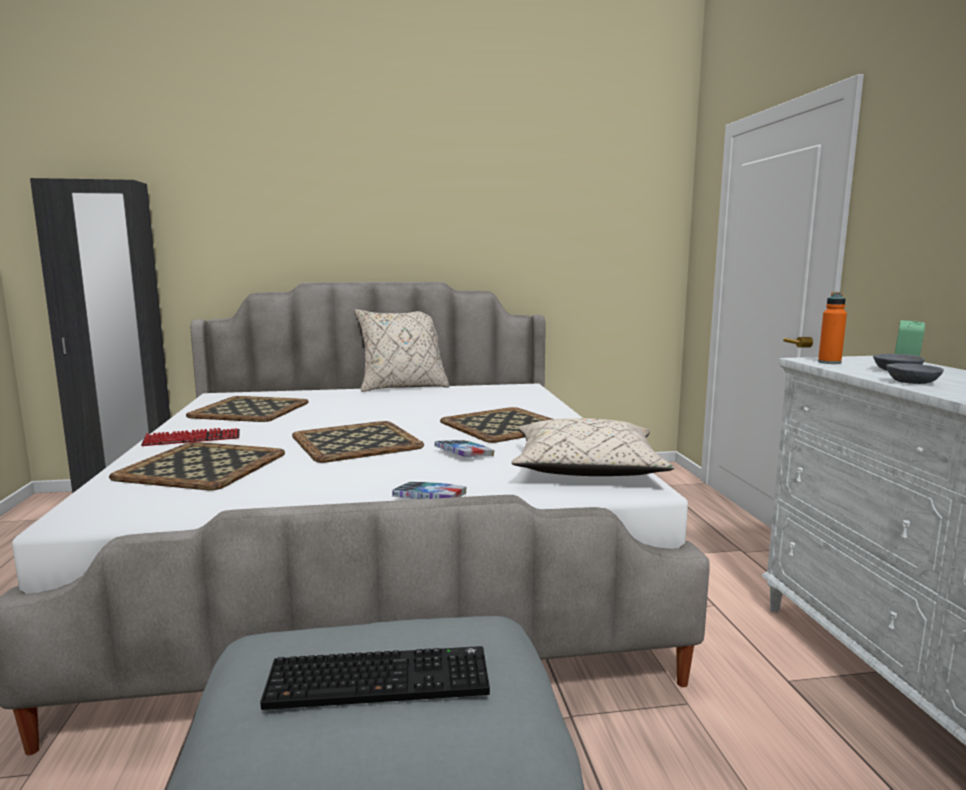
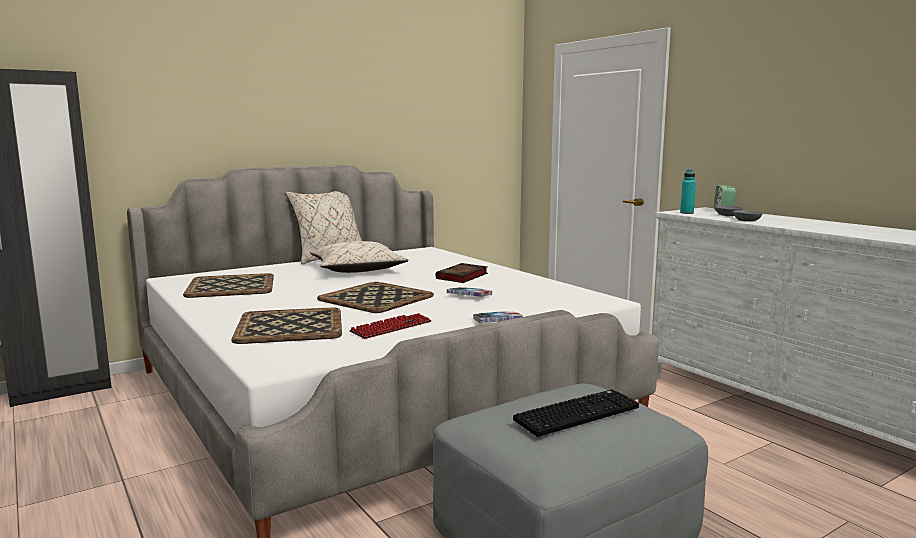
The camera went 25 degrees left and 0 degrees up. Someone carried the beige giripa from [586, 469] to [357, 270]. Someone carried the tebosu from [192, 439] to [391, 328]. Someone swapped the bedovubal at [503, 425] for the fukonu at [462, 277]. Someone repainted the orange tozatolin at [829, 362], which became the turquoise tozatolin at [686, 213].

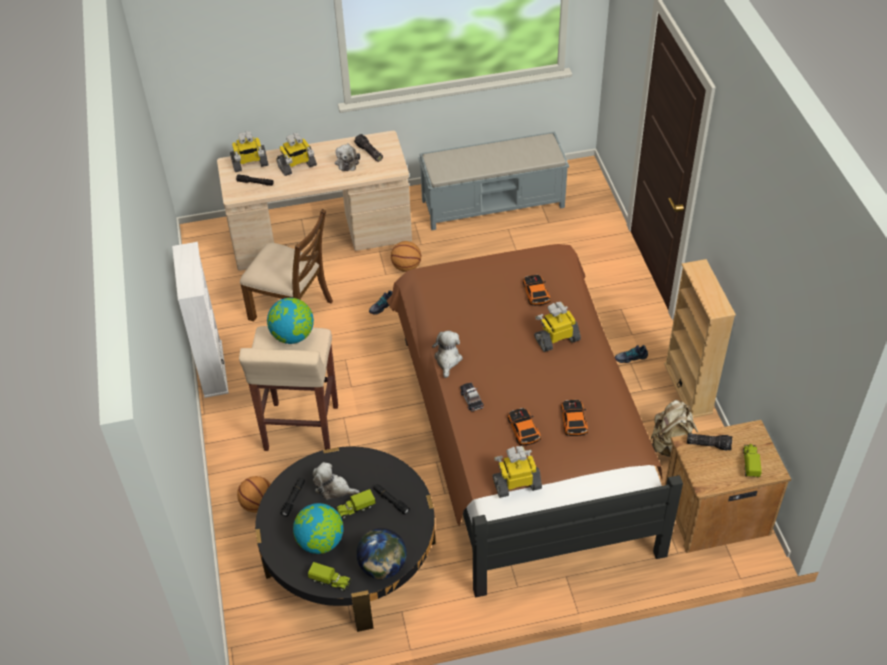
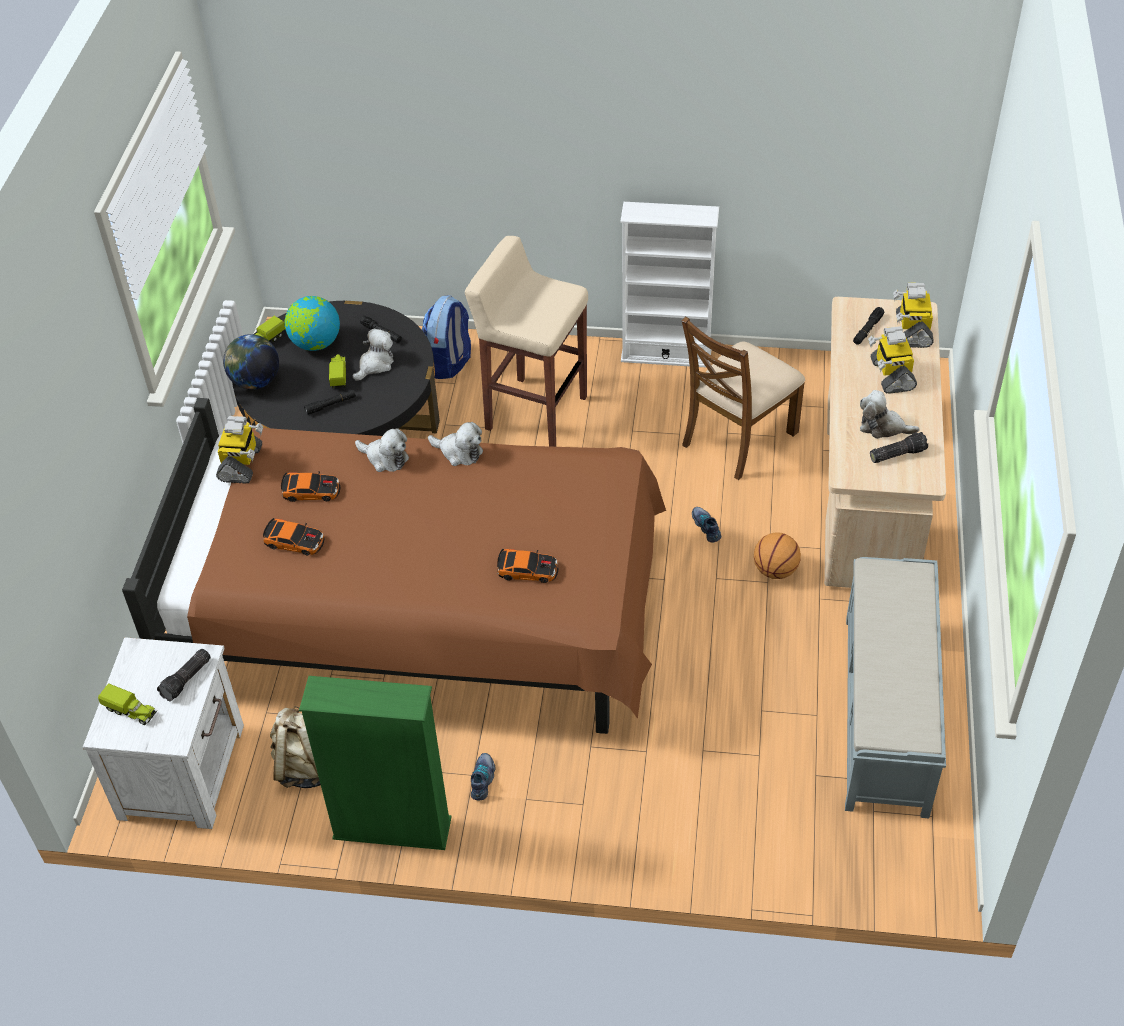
The camera went 110 degrees right and 0 degrees up. Someone repainted the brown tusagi at [714, 514], which became the white tusagi at [184, 770]. Someone repainted the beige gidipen at [688, 388], which became the green gidipen at [392, 829]. Someone swapped the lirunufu at [471, 399] for the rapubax at [385, 458]. Someone swapped the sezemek at [258, 504] for the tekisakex at [449, 362]. Someone took away the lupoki at [293, 336]. Someone took away the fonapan at [557, 339].

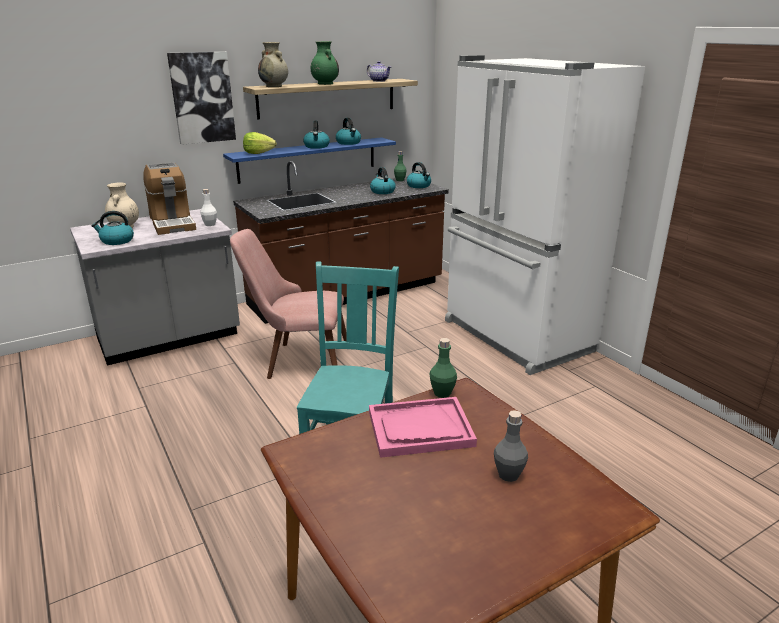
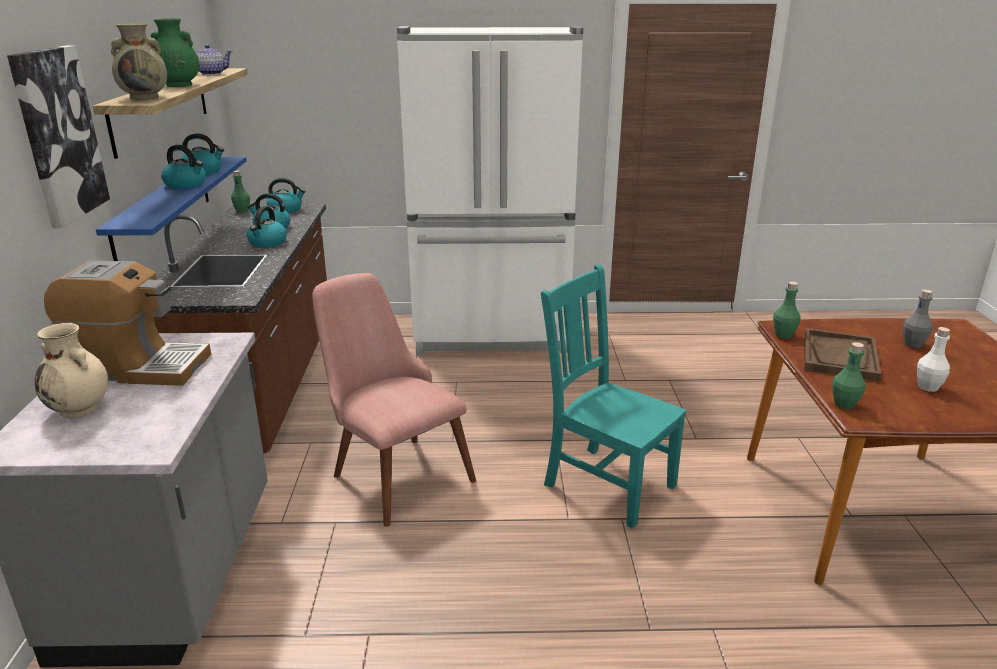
The camera went 60 degrees left and 0 degrees up. Someone carried the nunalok from [116, 241] to [267, 243]. Someone rotated the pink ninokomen at [297, 361] by 105 degrees clockwise. Someone repainted the pink bedovubal at [420, 429], which became the brown bedovubal at [839, 357]. Someone put down the green tozatolin at [844, 404]. Someone carried the white tozatolin from [210, 224] to [927, 387]. Someone took away the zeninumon at [258, 153].

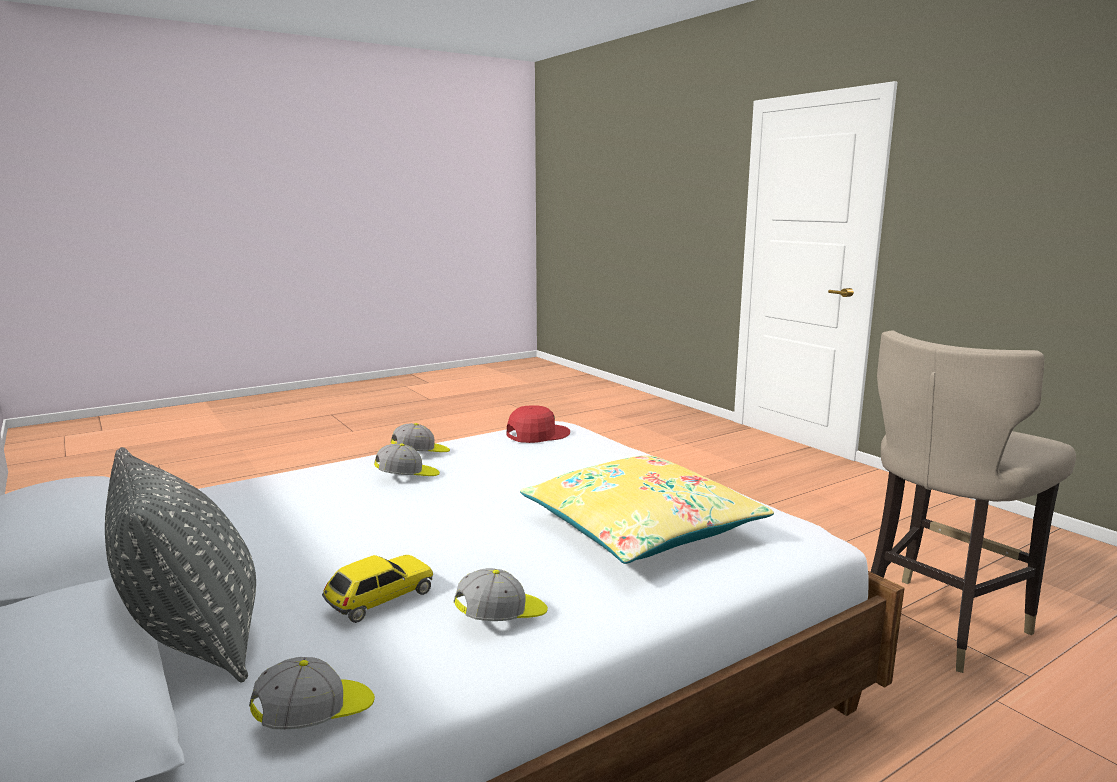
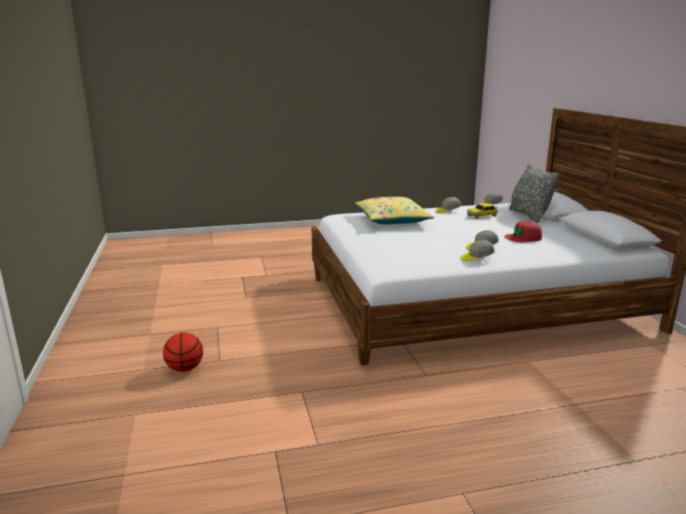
The camera went 160 degrees left and 5 degrees up. Someone put down the sezemek at [184, 369]. Someone carried the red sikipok from [537, 434] to [523, 238]. Someone took away the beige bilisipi at [938, 623].

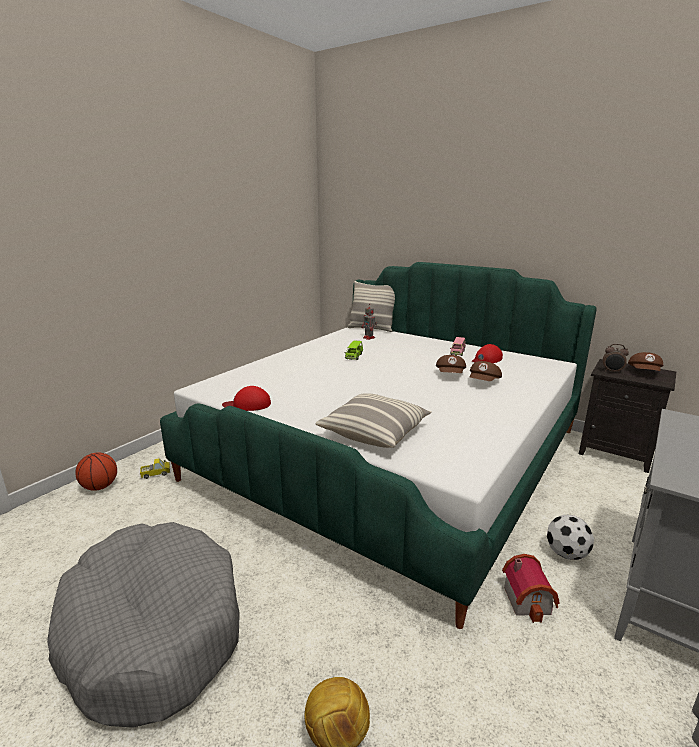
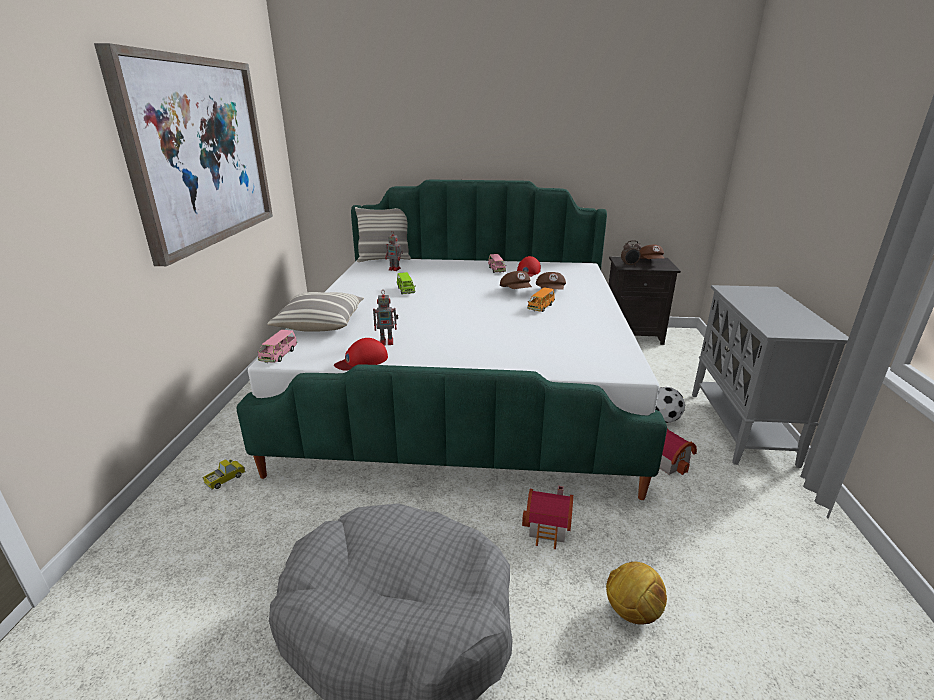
The camera went 30 degrees left and 5 degrees up. Someone put up the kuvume at [201, 152]. Someone put down the pink lirunufu at [279, 355]. Someone carried the giripa from [375, 432] to [320, 323]. Someone put down the fonapan at [387, 342]. Someone put down the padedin at [549, 529]. Someone put down the orange lirunufu at [541, 307]. Someone took away the sezemek at [100, 487].

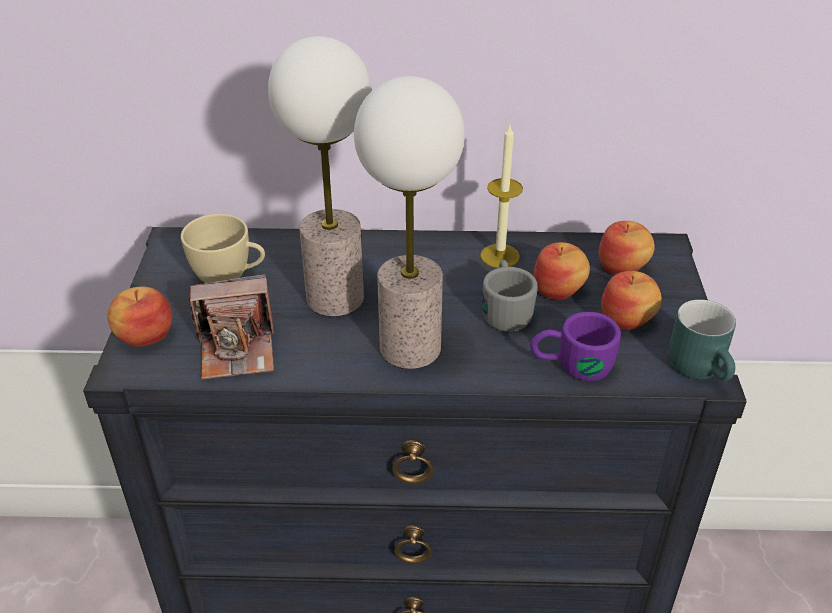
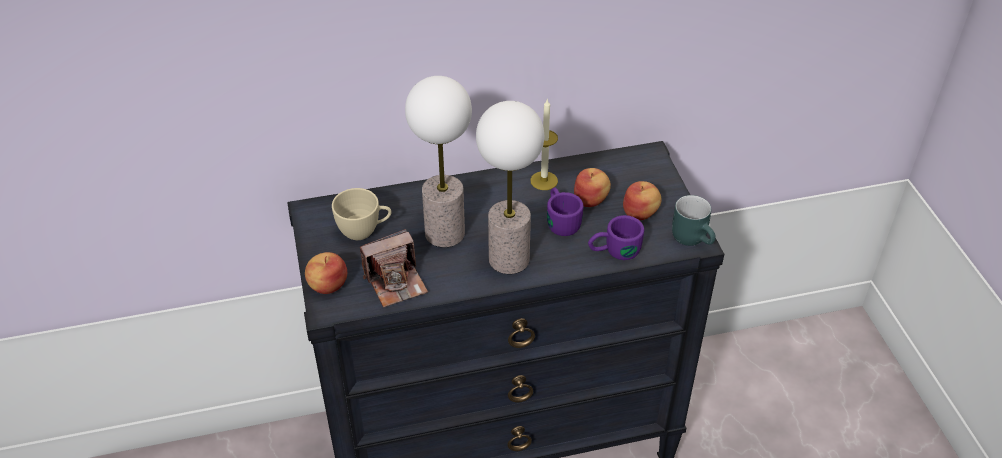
The camera went 15 degrees left and 5 degrees up. Someone repainted the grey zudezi at [505, 309], which became the purple zudezi at [560, 220]. Someone took away the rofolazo at [623, 267].

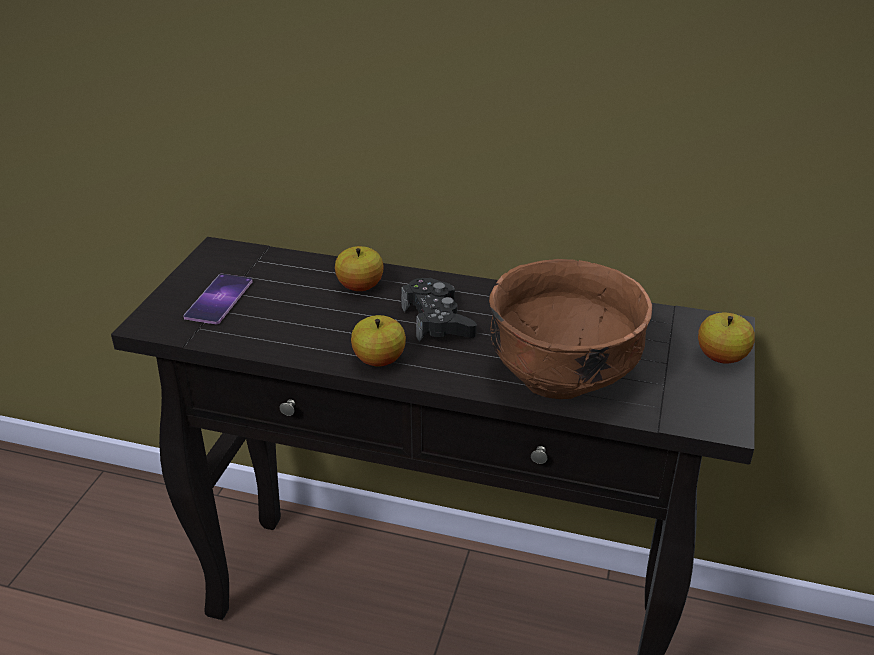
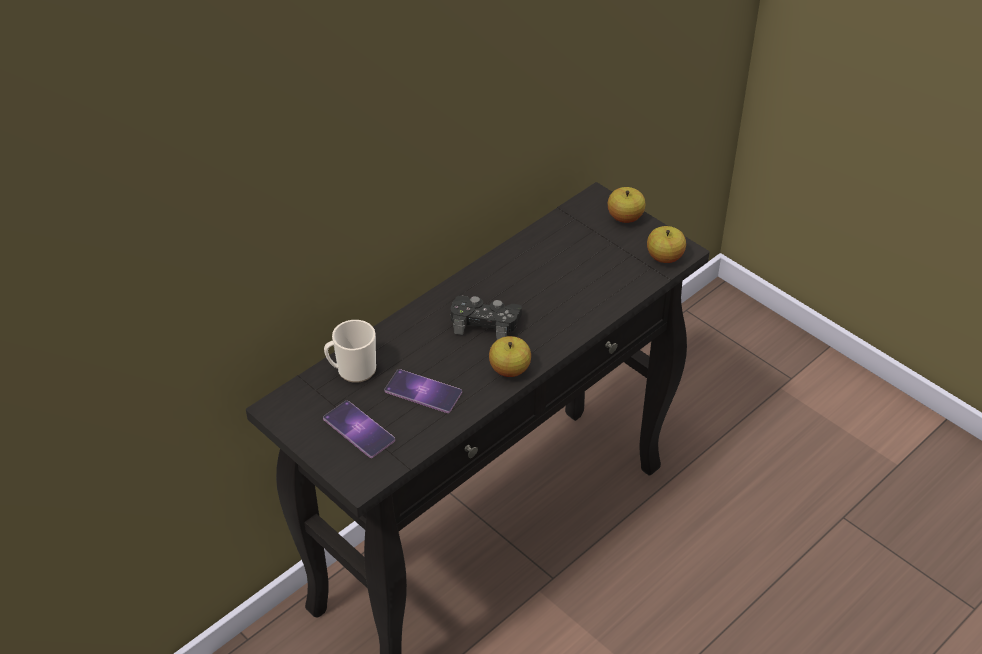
The camera went 60 degrees left and 10 degrees up. Someone put down the zudezi at [352, 370]. Someone put down the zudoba at [423, 391]. Someone carried the rofolazo from [360, 287] to [664, 257]. Someone took away the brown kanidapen at [561, 376].

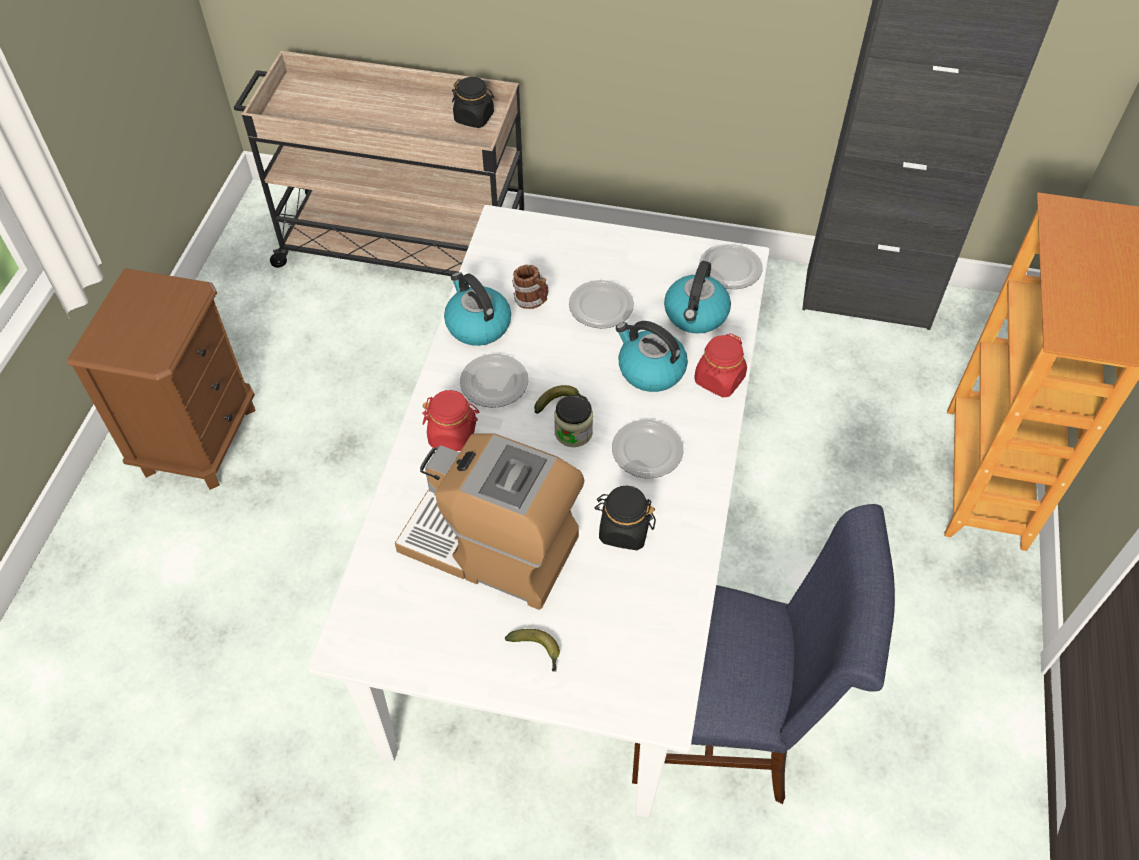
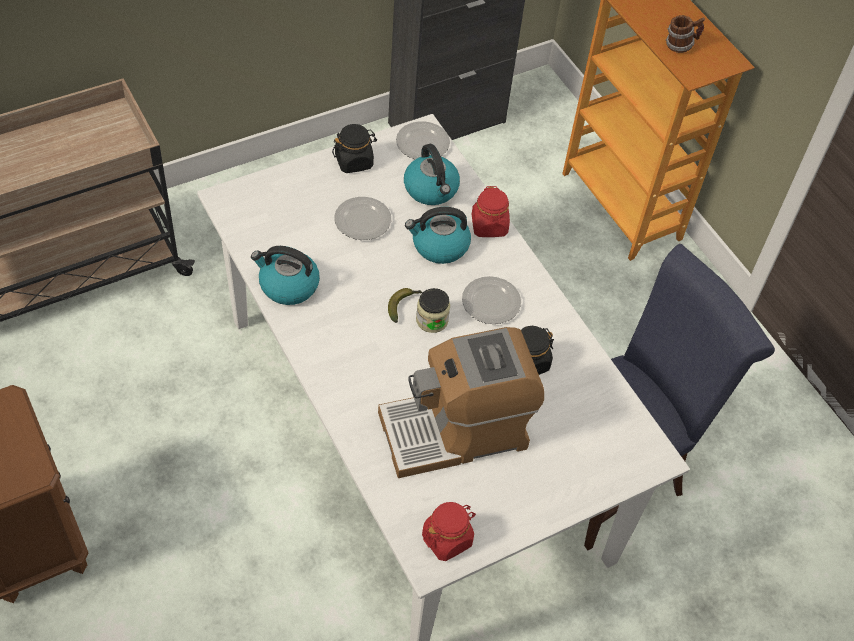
The camera went 45 degrees left and 0 degrees up. Someone carried the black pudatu from [474, 118] to [354, 161]. Someone carried the red pudatu from [453, 435] to [447, 539]. Someone carried the zudezi from [532, 301] to [680, 45]. Someone took away the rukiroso at [494, 382]. Someone took away the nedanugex at [537, 651].

